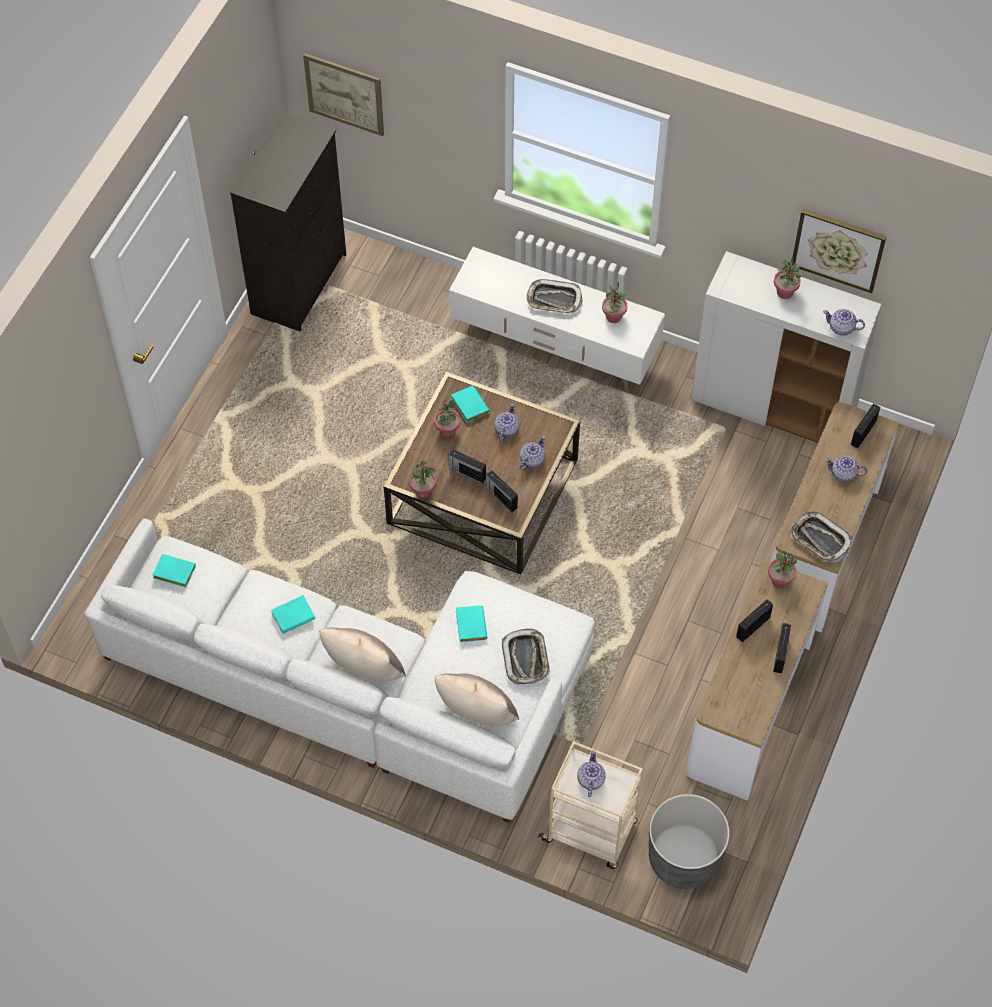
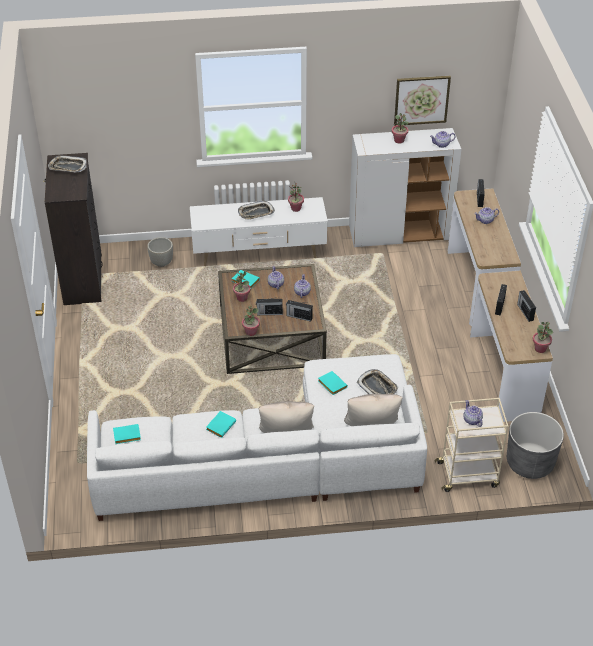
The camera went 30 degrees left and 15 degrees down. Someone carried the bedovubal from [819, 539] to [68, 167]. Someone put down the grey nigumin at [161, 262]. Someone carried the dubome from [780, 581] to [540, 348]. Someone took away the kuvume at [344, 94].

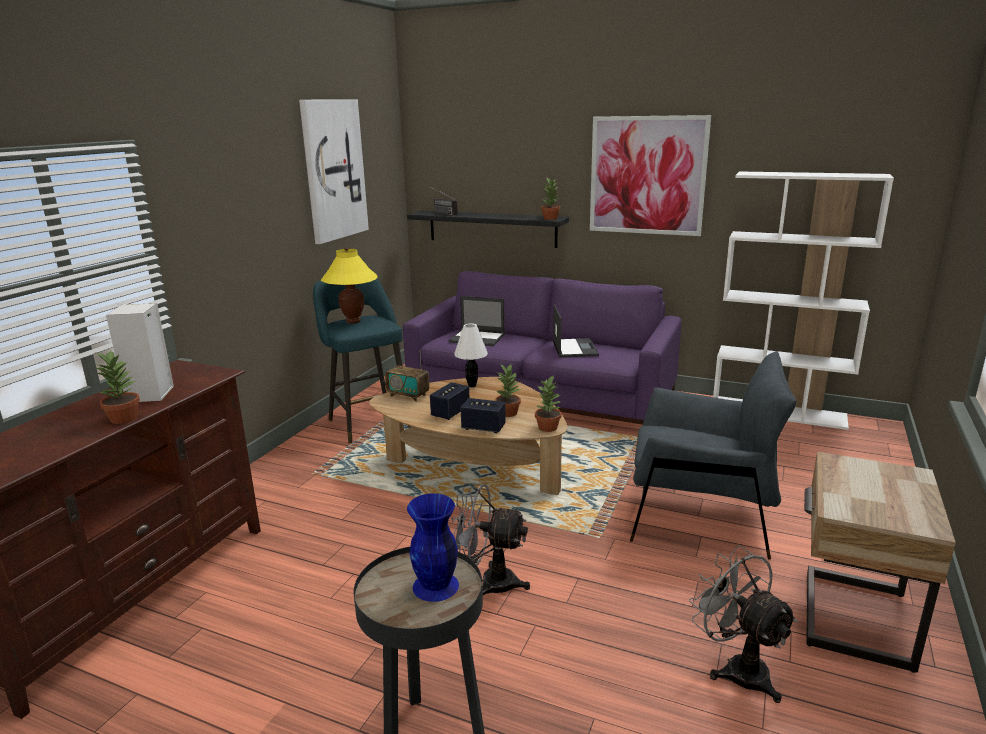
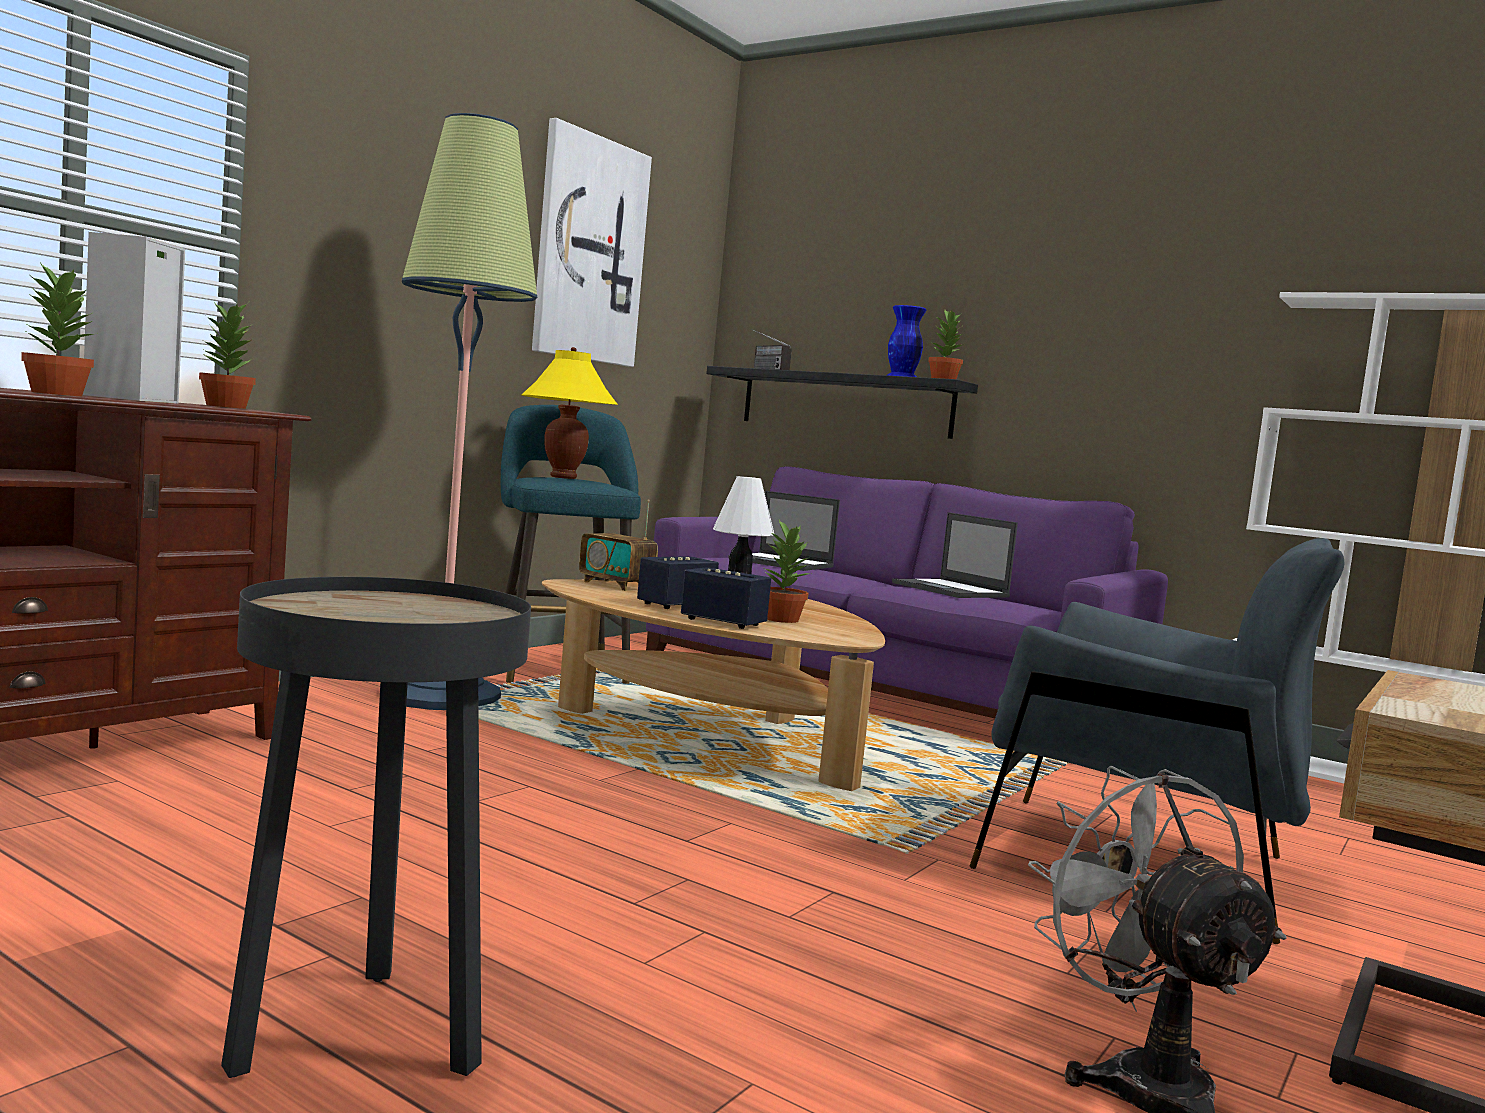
The camera went 10 degrees right and 15 degrees down. Someone carried the dubome from [548, 427] to [227, 407]. Someone put down the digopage at [441, 695]. Someone carried the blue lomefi from [435, 586] to [901, 377]. Someone rotated the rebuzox at [574, 348] by 135 degrees clockwise. Someone took away the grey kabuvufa at [489, 582]. Someone took away the kuvume at [647, 176].

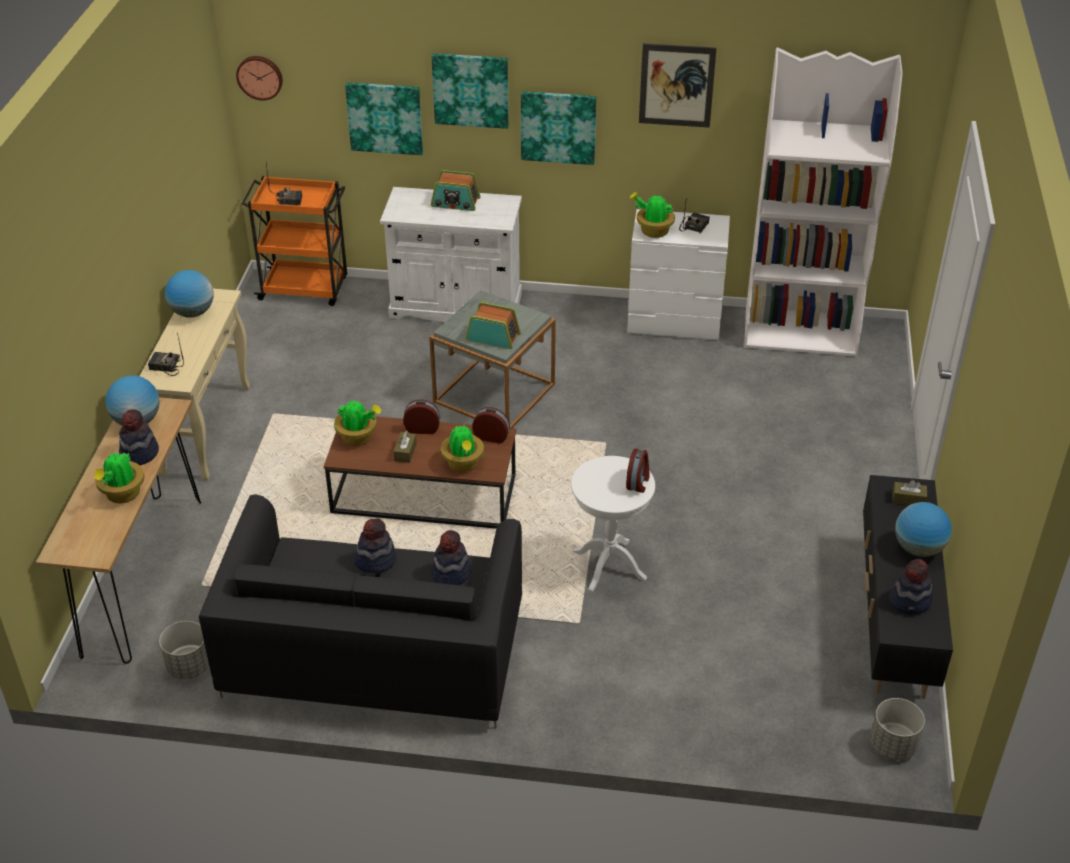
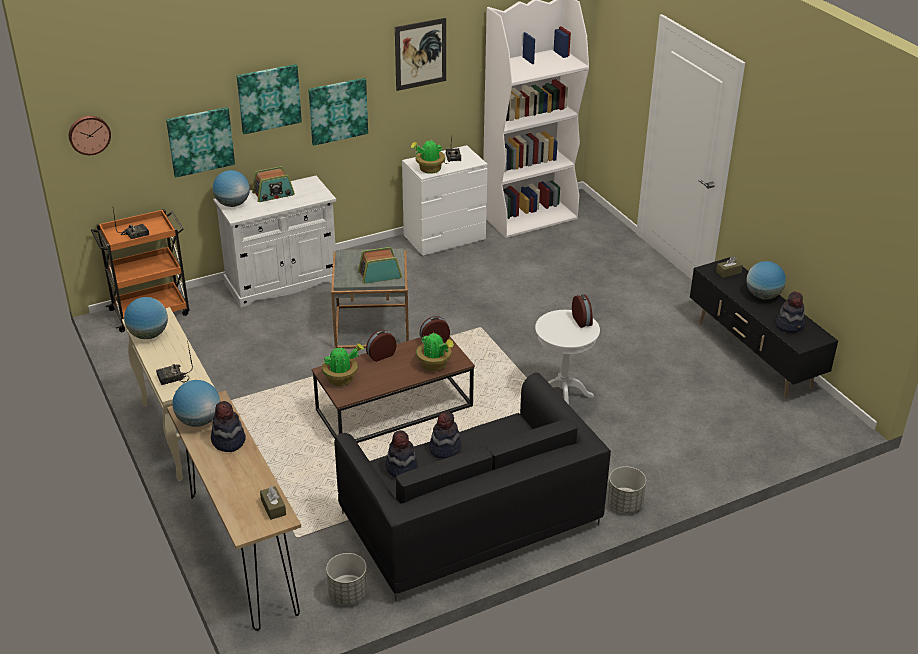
The camera went 35 degrees left and 5 degrees down. Someone put down the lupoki at [233, 204]. Someone carried the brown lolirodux from [405, 452] to [273, 507]. Someone carried the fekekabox from [450, 573] to [401, 468]. Someone carried the grey nigumin from [892, 745] to [624, 504]. Someone took away the dubome at [122, 494].

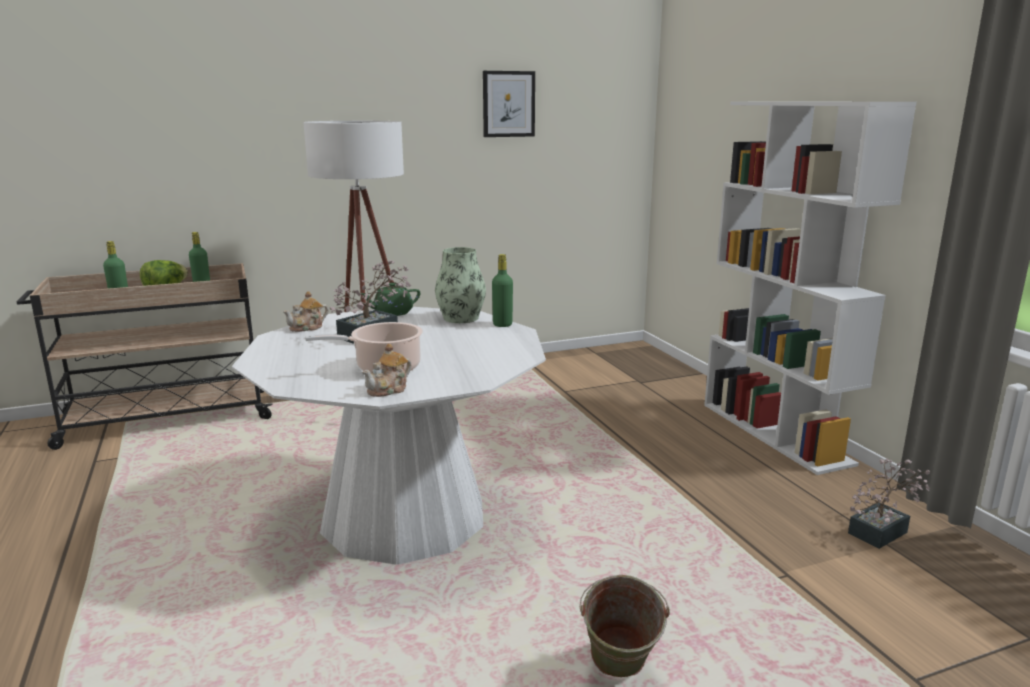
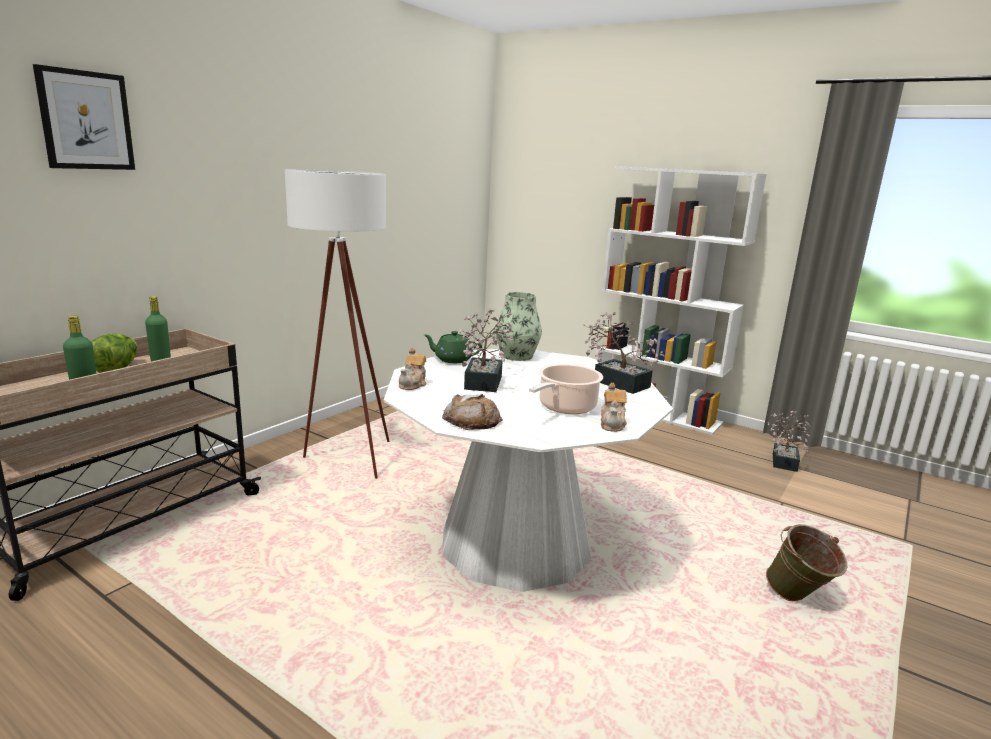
The camera went 35 degrees left and 0 degrees up. Someone carried the kuvume from [508, 104] to [86, 120]. Someone rotated the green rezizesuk at [392, 313] by 75 degrees clockwise. Someone put down the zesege at [472, 420]. Someone put down the dubome at [616, 382]. Someone took away the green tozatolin at [502, 324].

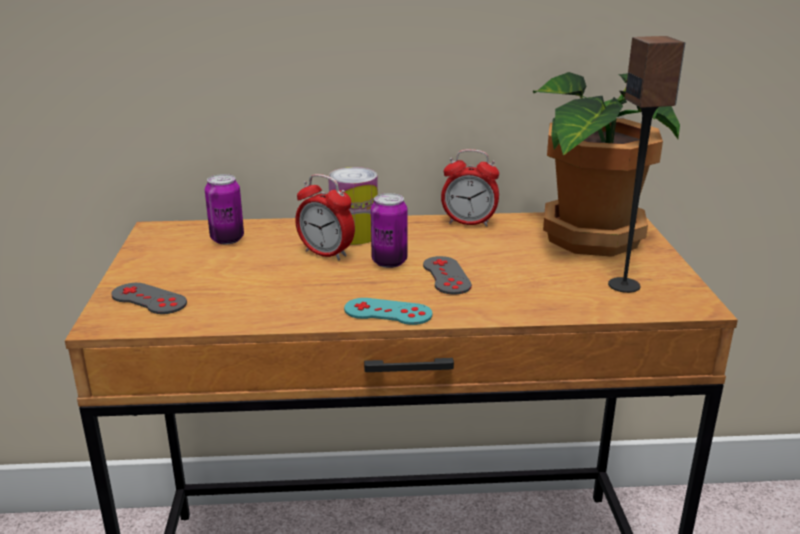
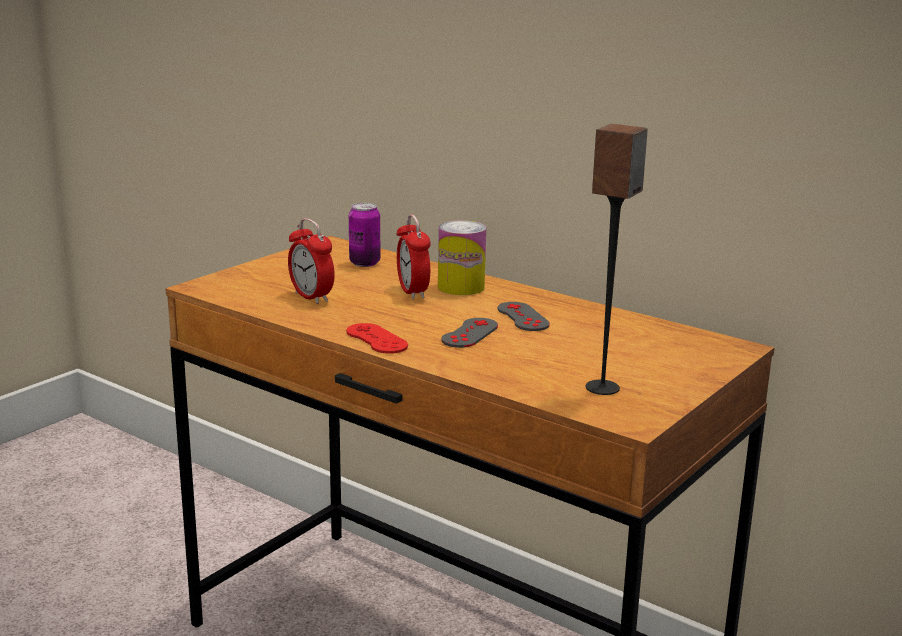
The camera went 40 degrees right and 5 degrees down. Someone carried the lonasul from [469, 223] to [311, 297]. Someone repainted the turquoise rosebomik at [388, 312], which became the red rosebomik at [376, 339]. Someone carried the grey rosebomik from [149, 299] to [523, 317]. Someone took away the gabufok at [389, 262]. Someone took away the dubome at [588, 238].

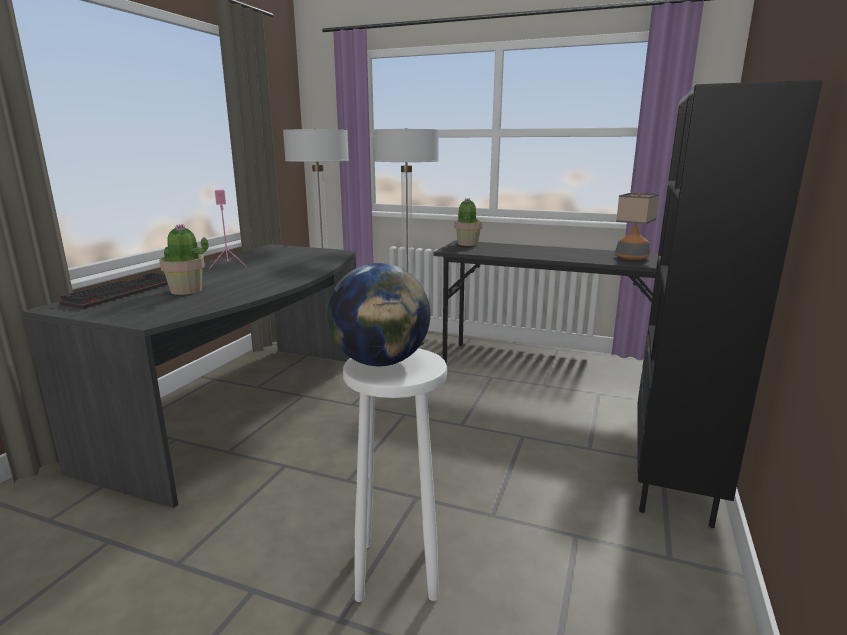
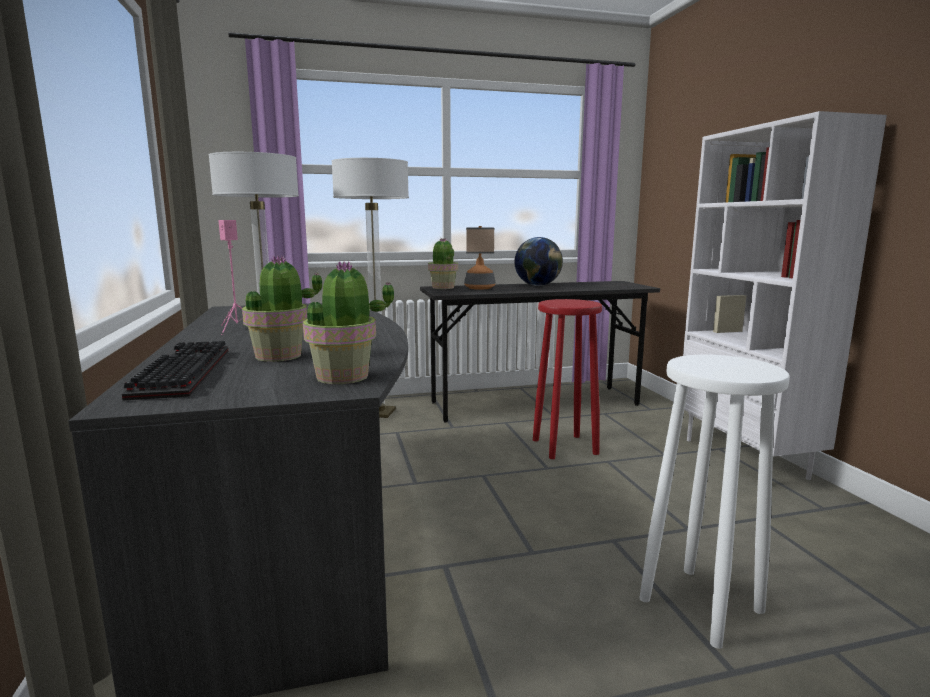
The camera went 35 degrees left and 5 degrees down. Someone put down the dubome at [343, 377]. Someone carried the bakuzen from [631, 257] to [479, 288]. Someone carried the lupoki from [380, 362] to [537, 285]. Someone put down the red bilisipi at [563, 447]. Someone repainted the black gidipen at [674, 481], which became the white gidipen at [746, 458].

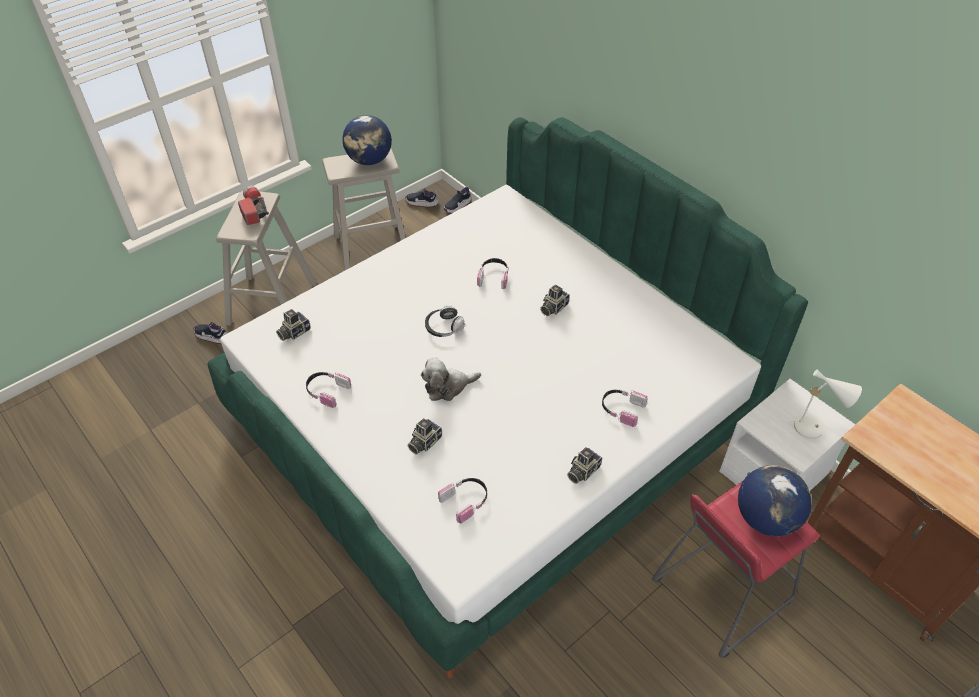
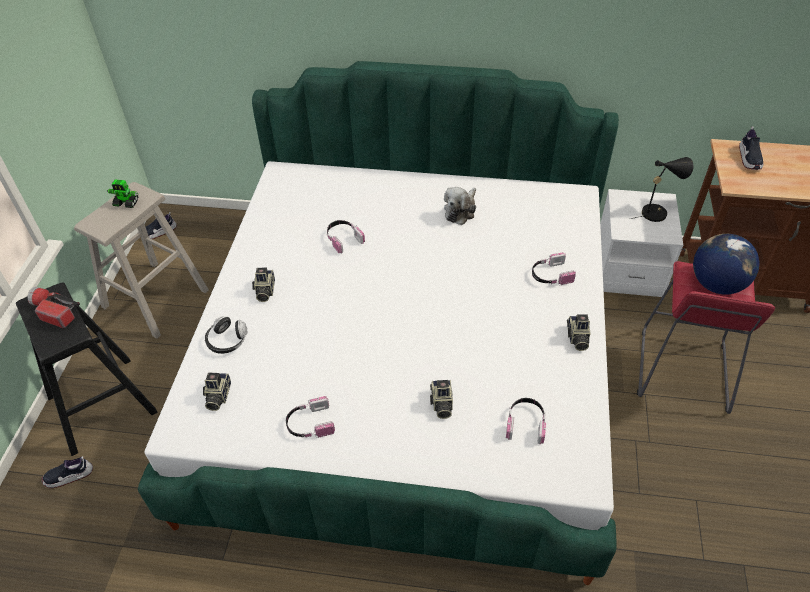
The camera went 40 degrees left and 0 degrees up. Someone repainted the beige bilisipi at [272, 303], which became the black bilisipi at [101, 404]. Someone swapped the lupoki at [369, 160] for the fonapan at [126, 203]. Someone carried the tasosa from [444, 327] to [227, 341]. Someone carried the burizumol from [553, 308] to [264, 291]. Someone carried the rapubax from [448, 386] to [460, 211]. Someone repainted the white bakuzen at [813, 428], which became the black bakuzen at [657, 212]. Someone carried the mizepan from [457, 206] to [749, 158].

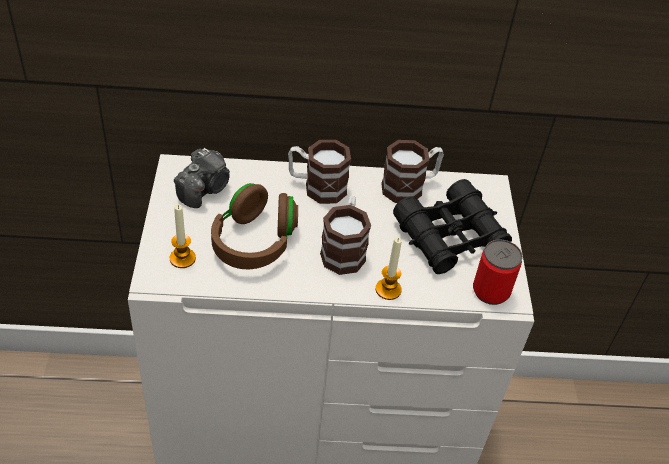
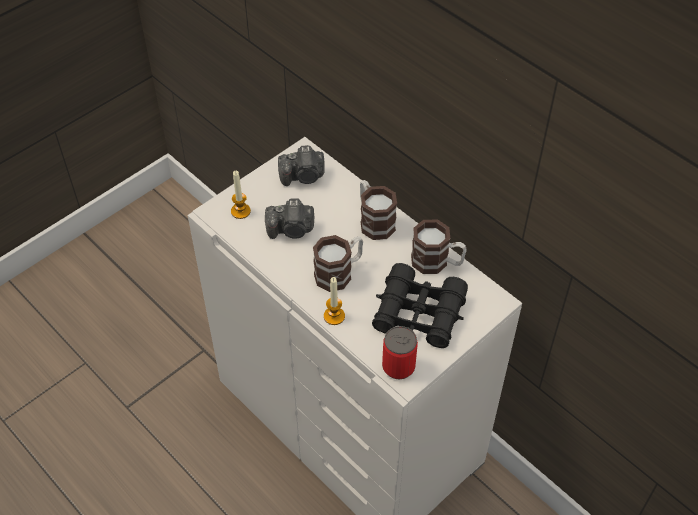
The camera went 50 degrees right and 5 degrees up. Someone swapped the brown tasosa at [254, 242] for the burizumol at [291, 230].

